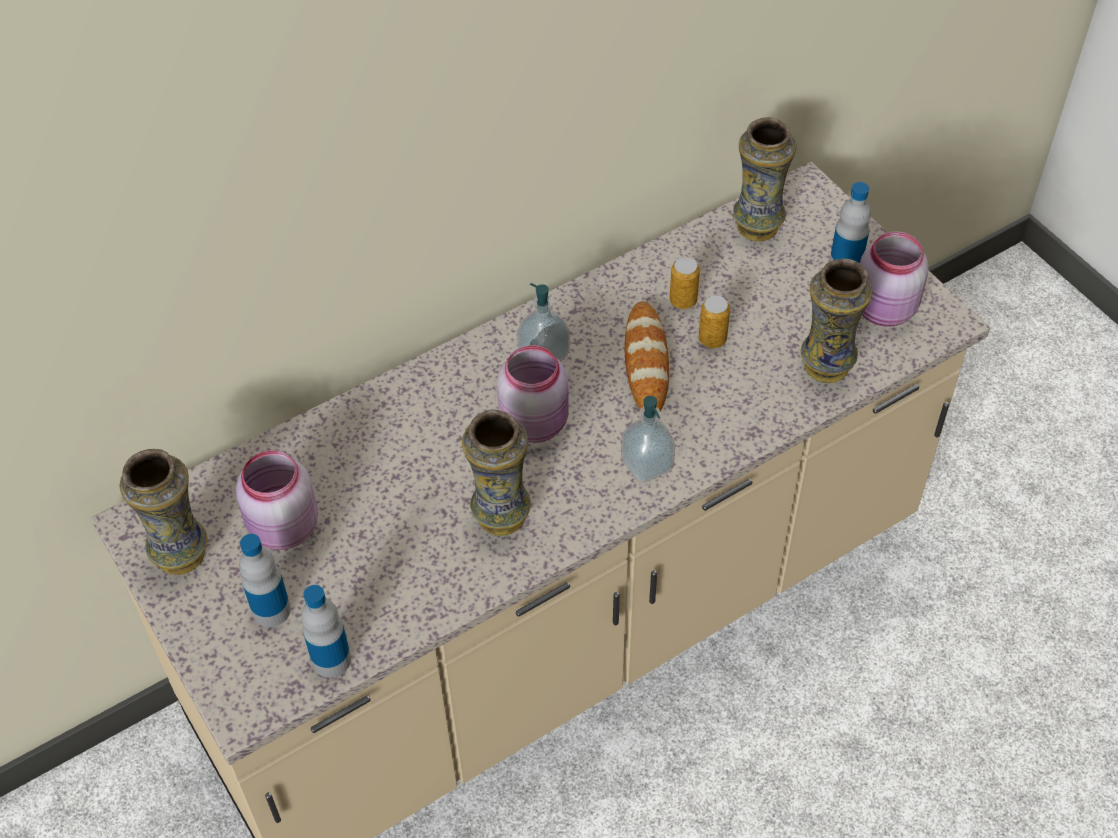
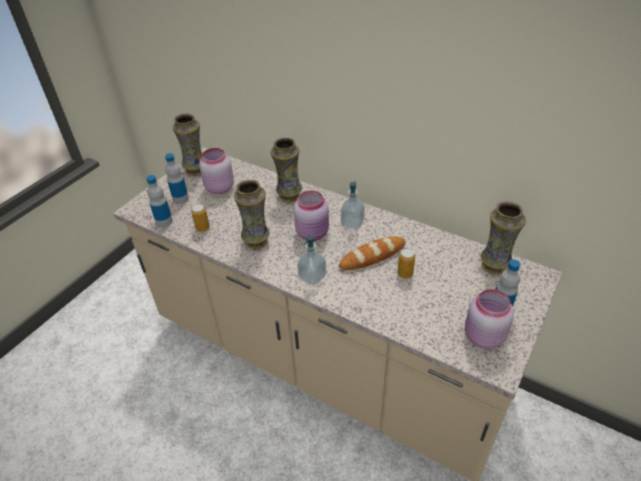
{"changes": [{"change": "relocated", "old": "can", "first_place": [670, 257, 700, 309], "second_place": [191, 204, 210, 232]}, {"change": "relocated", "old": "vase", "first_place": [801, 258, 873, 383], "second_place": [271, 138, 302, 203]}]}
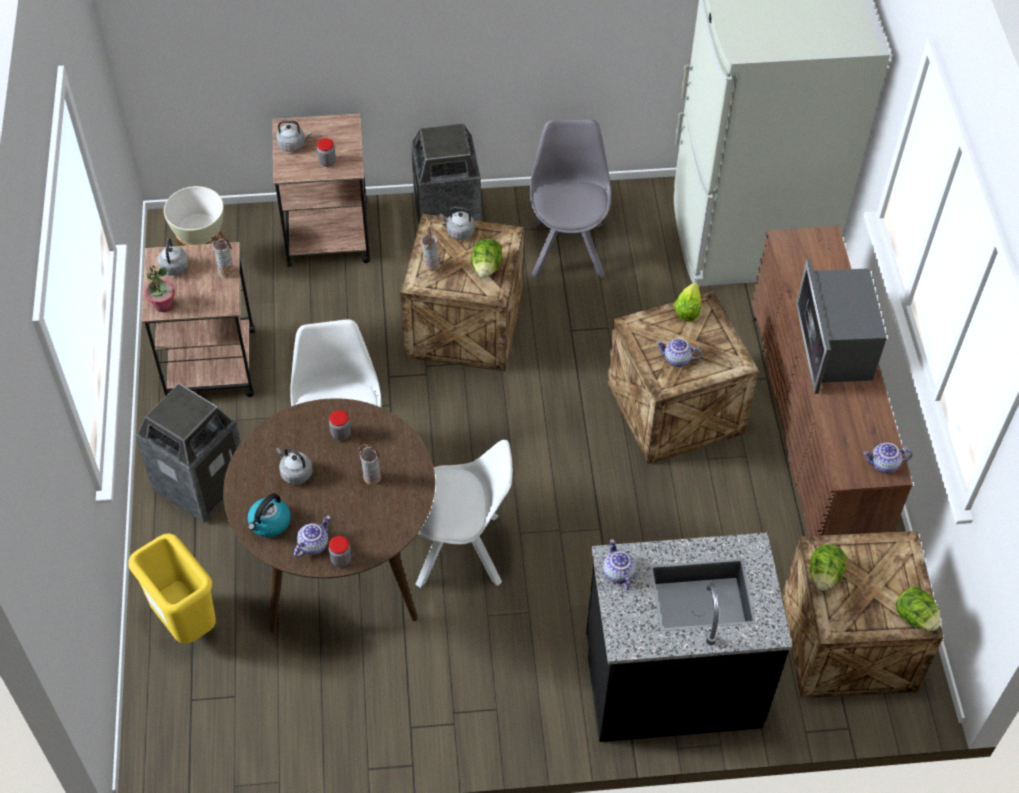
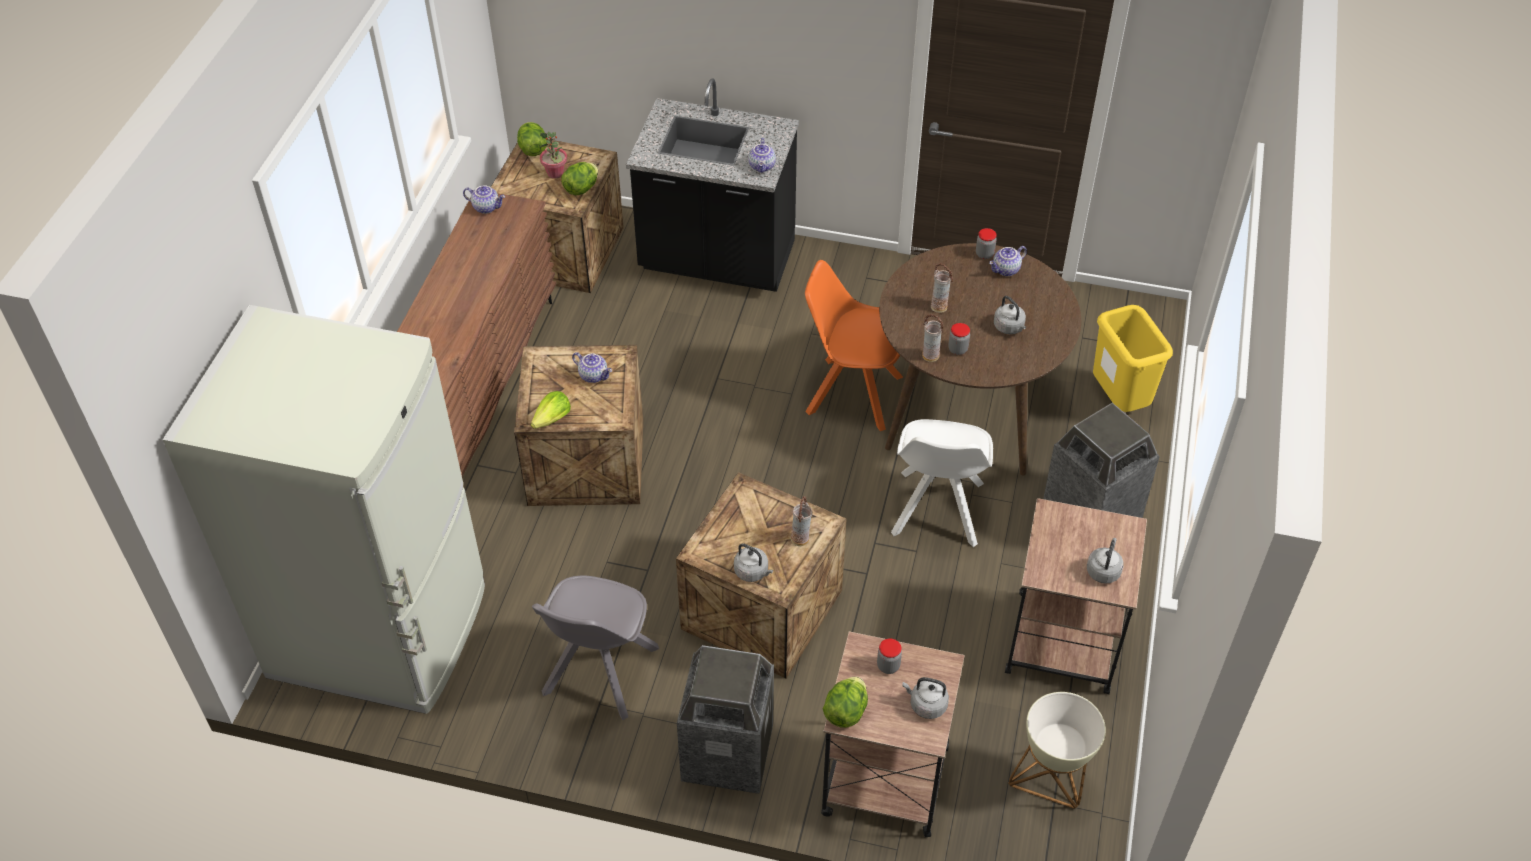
{"changes": [{"change": "missing", "old": "kettle", "first_place": [248, 493, 291, 537]}, {"change": "missing", "old": "microwave", "first_place": [796, 259, 887, 394]}, {"change": "relocated", "old": "potted plant", "first_place": [145, 265, 175, 312], "second_place": [540, 131, 567, 179]}, {"change": "relocated", "old": "vase", "first_place": [211, 235, 234, 279], "second_place": [922, 314, 943, 362]}, {"change": "relocated", "old": "lettuce", "first_place": [471, 239, 502, 278], "second_place": [823, 677, 868, 728]}, {"change": "colour", "old": "chair (white)", "new": "chair (orange)", "first_place": [415, 440, 513, 588], "second_place": [805, 260, 903, 431]}]}
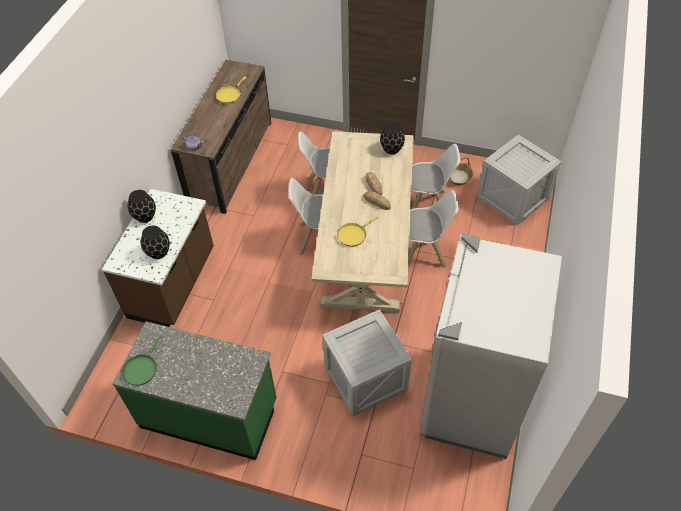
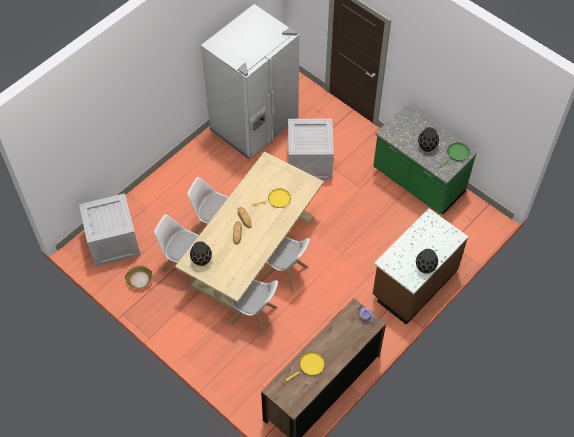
{"changes": [{"change": "relocated", "old": "vase (black)", "first_place": [141, 225, 170, 259], "second_place": [418, 127, 439, 152]}]}
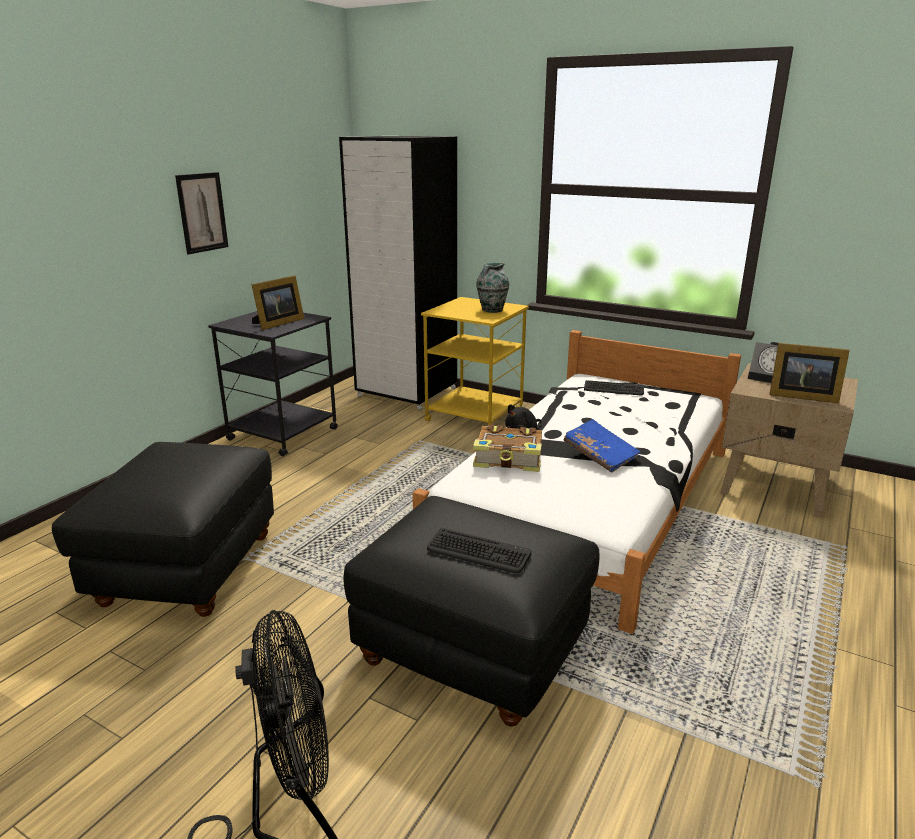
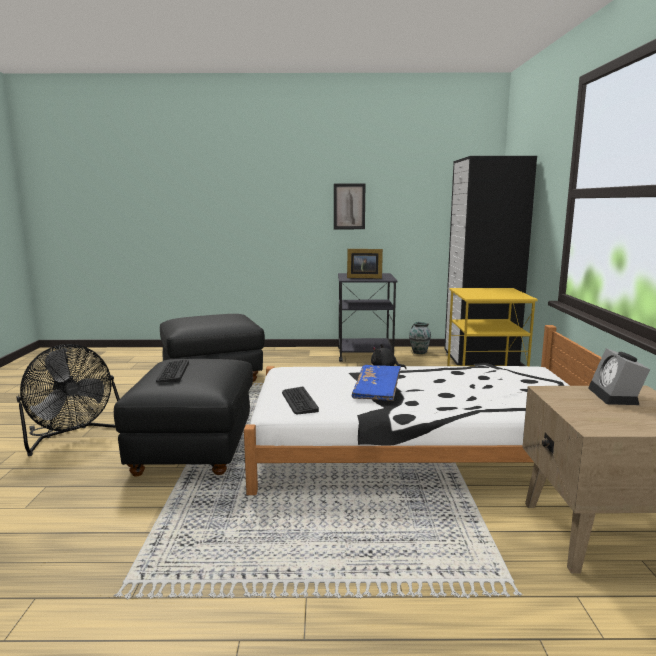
{"changes": [{"change": "missing", "old": "book", "first_place": [473, 425, 542, 472]}, {"change": "missing", "old": "picture frame", "first_place": [769, 343, 850, 403]}, {"change": "relocated", "old": "vase", "first_place": [476, 263, 509, 313], "second_place": [409, 322, 431, 354]}, {"change": "relocated", "old": "keyboard", "first_place": [584, 380, 644, 395], "second_place": [282, 386, 319, 414]}]}
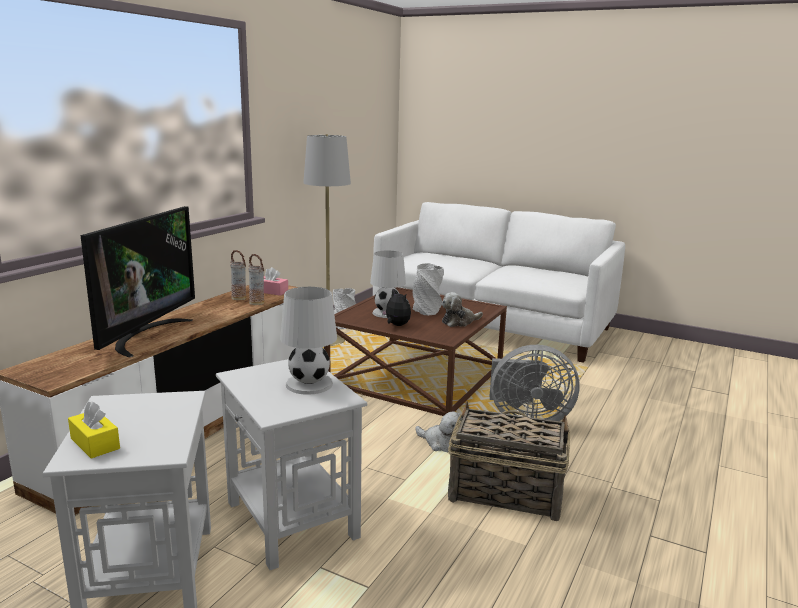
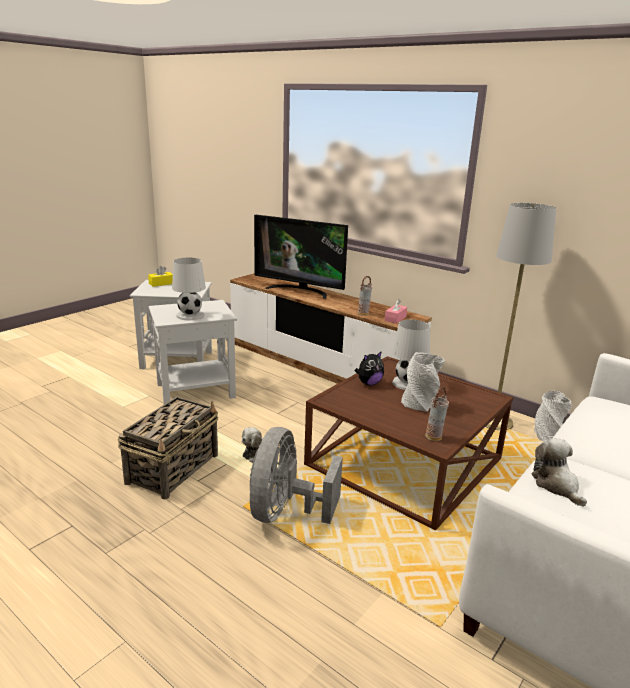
{"changes": [{"change": "relocated", "old": "vase", "first_place": [230, 250, 246, 300], "second_place": [425, 386, 449, 441]}, {"change": "relocated", "old": "plush toy", "first_place": [442, 292, 483, 327], "second_place": [532, 439, 587, 507]}]}
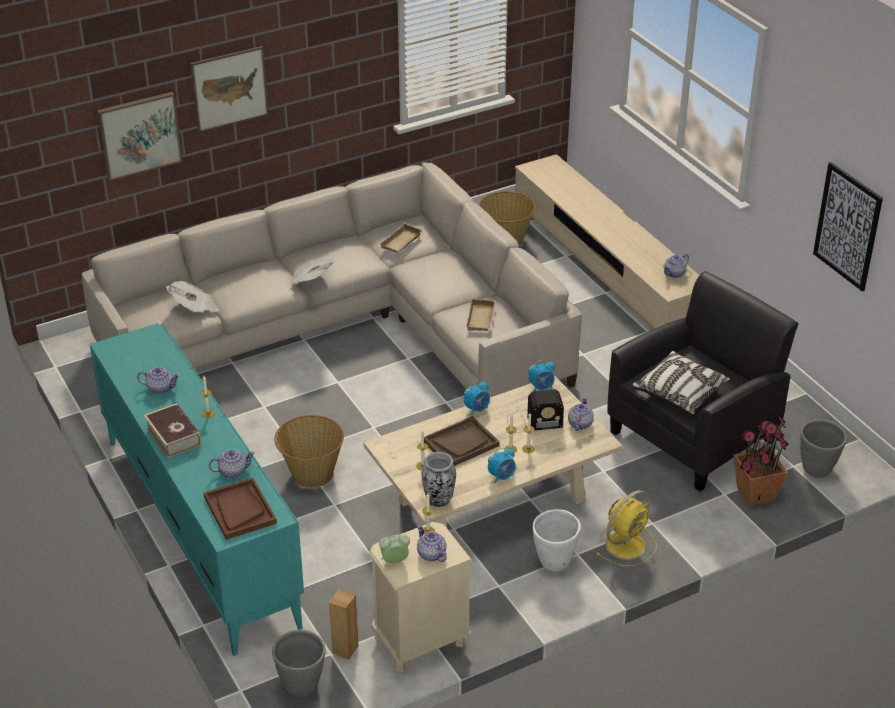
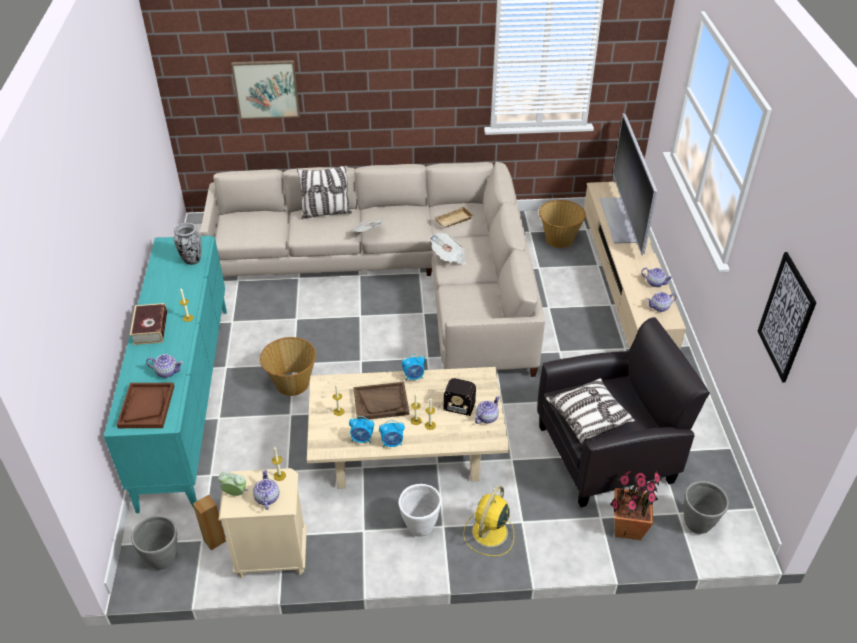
{"changes": [{"change": "missing", "old": "picture", "first_place": [190, 46, 269, 133]}, {"change": "missing", "old": "tray (beige)", "first_place": [466, 298, 496, 331]}, {"change": "appeared", "new": "pillow", "second_place": [297, 165, 352, 219]}, {"change": "appeared", "new": "television", "second_place": [600, 113, 658, 255]}, {"change": "relocated", "old": "teapot", "first_place": [137, 367, 180, 394], "second_place": [641, 268, 673, 287]}, {"change": "relocated", "old": "newspaper", "first_place": [166, 281, 219, 313], "second_place": [429, 232, 466, 265]}, {"change": "relocated", "old": "vase", "first_place": [421, 452, 456, 507], "second_place": [174, 223, 202, 265]}, {"change": "relocated", "old": "alarm clock", "first_place": [529, 360, 555, 391], "second_place": [349, 416, 374, 443]}, {"change": "spun", "old": "fan (yellow)", "first_place": [596, 490, 657, 566], "second_place": [463, 486, 514, 556], "degrees": 135}]}
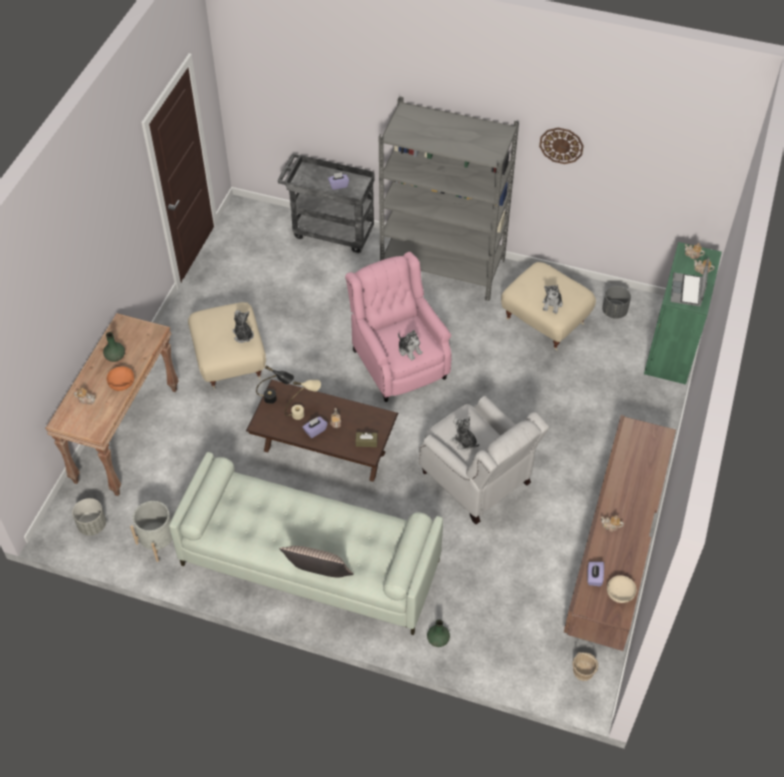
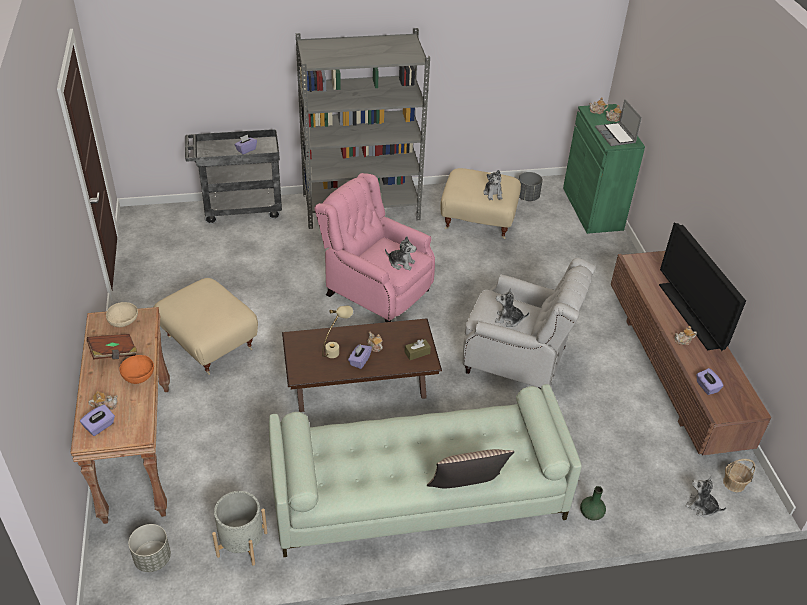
{"changes": [{"change": "missing", "old": "table lamp (black)", "first_place": [256, 365, 294, 404]}, {"change": "missing", "old": "wall clock", "first_place": [539, 128, 584, 164]}, {"change": "appeared", "new": "tissue box (purple)", "second_place": [80, 405, 115, 436]}, {"change": "appeared", "new": "television", "second_place": [659, 223, 746, 351]}, {"change": "relocated", "old": "plush toy", "first_place": [232, 310, 254, 343], "second_place": [686, 476, 726, 518]}, {"change": "relocated", "old": "bowl (beige)", "first_place": [607, 575, 637, 603], "second_place": [106, 302, 138, 327]}, {"change": "exchanged", "old": "vase (green)", "new": "book (brown)", "first_place": [103, 332, 125, 362], "second_place": [87, 334, 137, 360]}]}
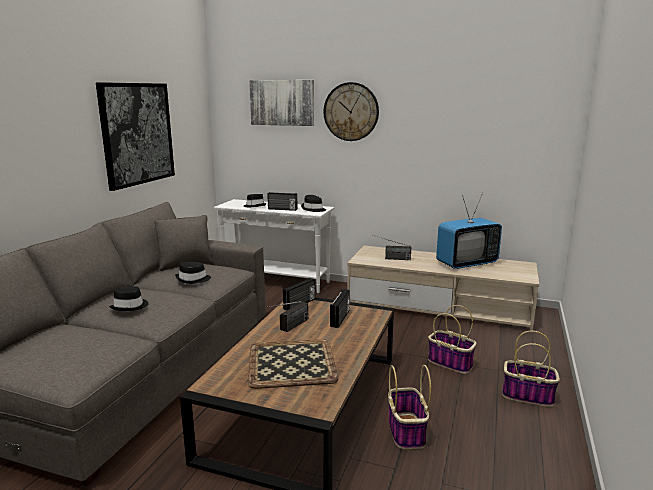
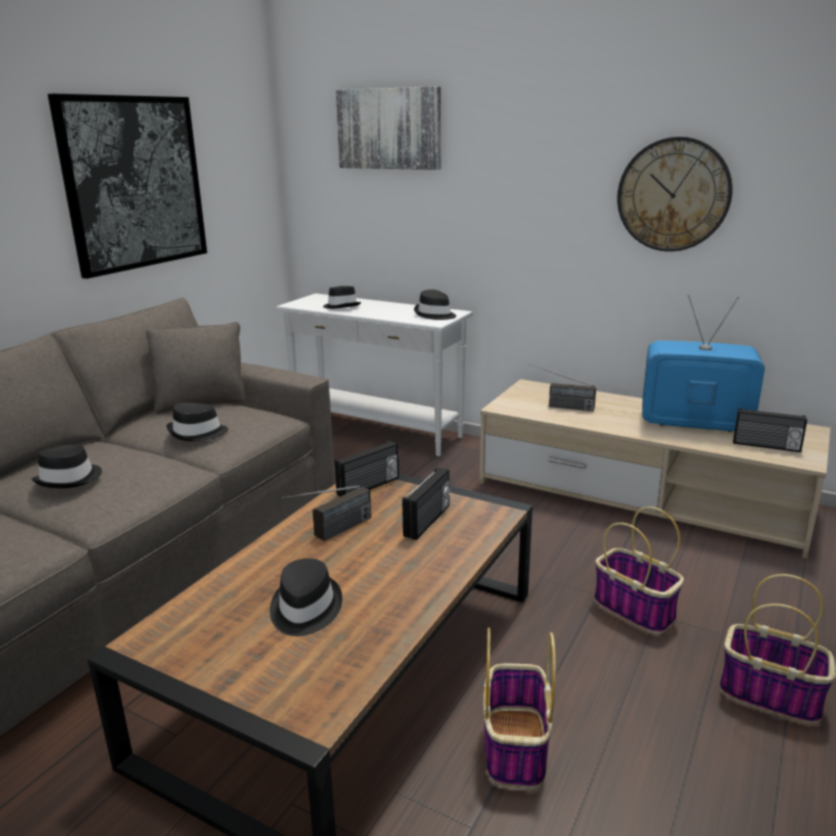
{"changes": [{"change": "relocated", "old": "radio", "first_place": [267, 192, 298, 211], "second_place": [733, 408, 807, 452]}, {"change": "relocated", "old": "wall clock", "first_place": [324, 82, 379, 141], "second_place": [617, 137, 732, 251]}, {"change": "exchanged", "old": "tray", "new": "hat (black)", "first_place": [248, 339, 339, 389], "second_place": [270, 558, 342, 636]}, {"change": "spun", "old": "television", "first_place": [436, 193, 502, 269], "second_place": [642, 294, 765, 432], "degrees": -150}]}
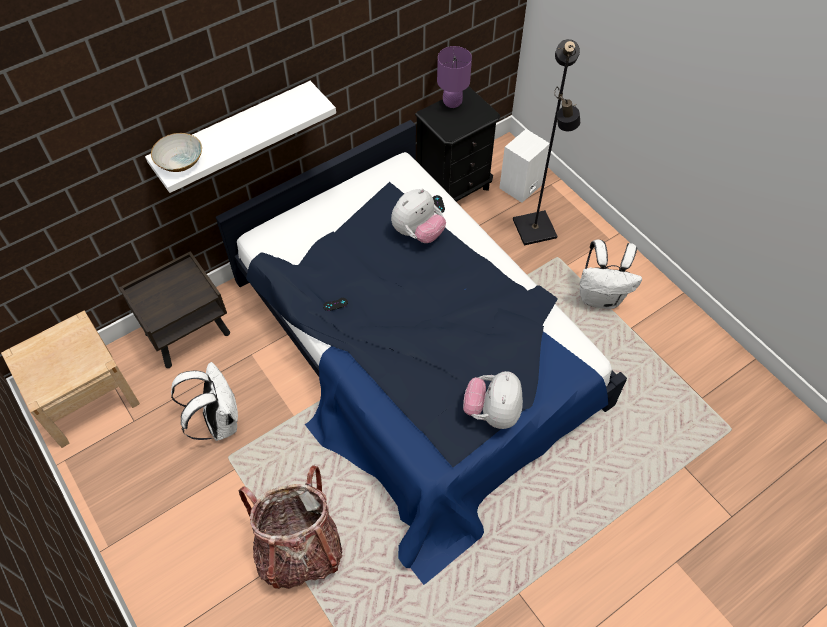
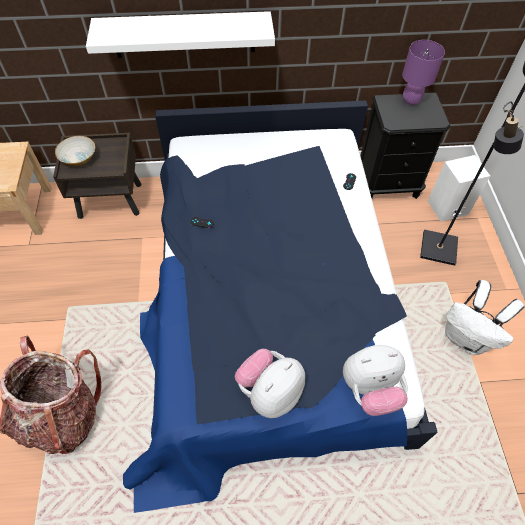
{"changes": [{"change": "missing", "old": "backpack (white)", "first_place": [171, 362, 238, 441]}, {"change": "relocated", "old": "bowl", "first_place": [151, 133, 202, 172], "second_place": [55, 136, 95, 166]}, {"change": "relocated", "old": "plush toy", "first_place": [391, 189, 446, 243], "second_place": [343, 345, 408, 416]}]}
